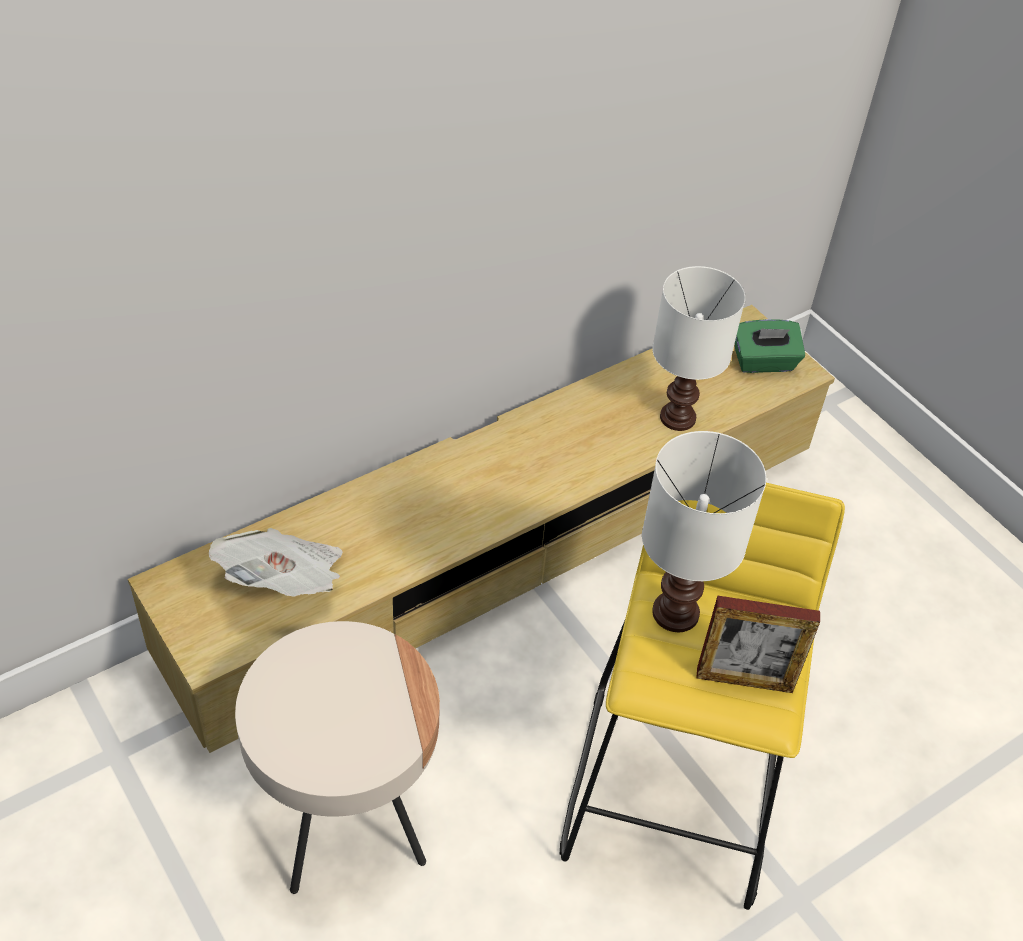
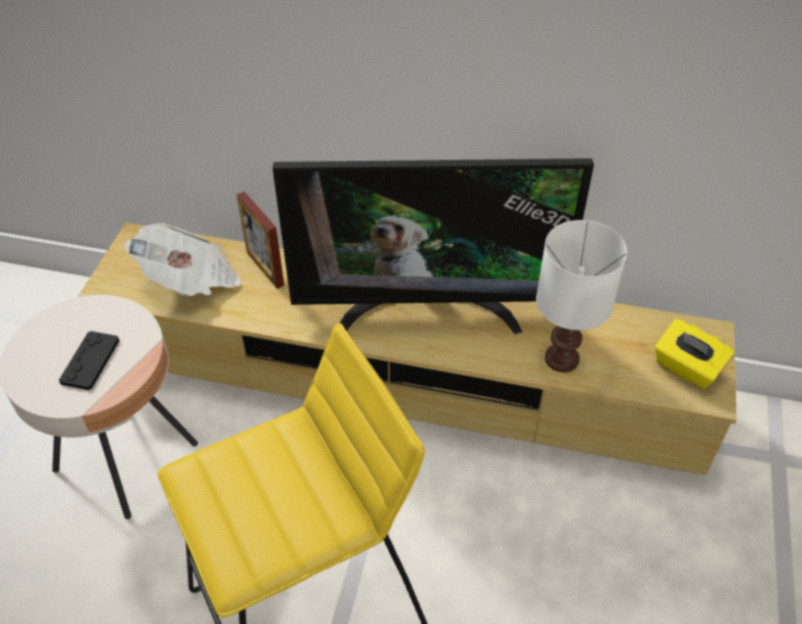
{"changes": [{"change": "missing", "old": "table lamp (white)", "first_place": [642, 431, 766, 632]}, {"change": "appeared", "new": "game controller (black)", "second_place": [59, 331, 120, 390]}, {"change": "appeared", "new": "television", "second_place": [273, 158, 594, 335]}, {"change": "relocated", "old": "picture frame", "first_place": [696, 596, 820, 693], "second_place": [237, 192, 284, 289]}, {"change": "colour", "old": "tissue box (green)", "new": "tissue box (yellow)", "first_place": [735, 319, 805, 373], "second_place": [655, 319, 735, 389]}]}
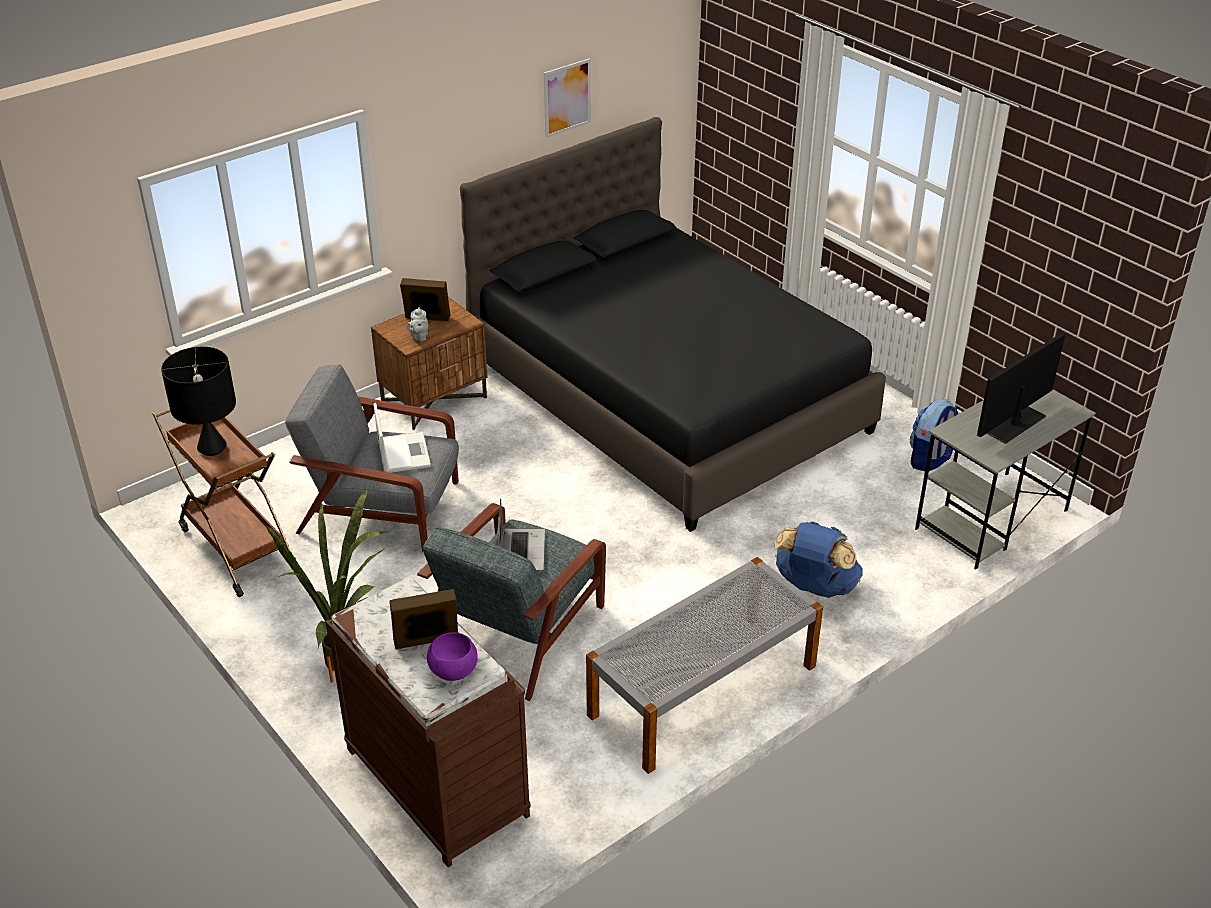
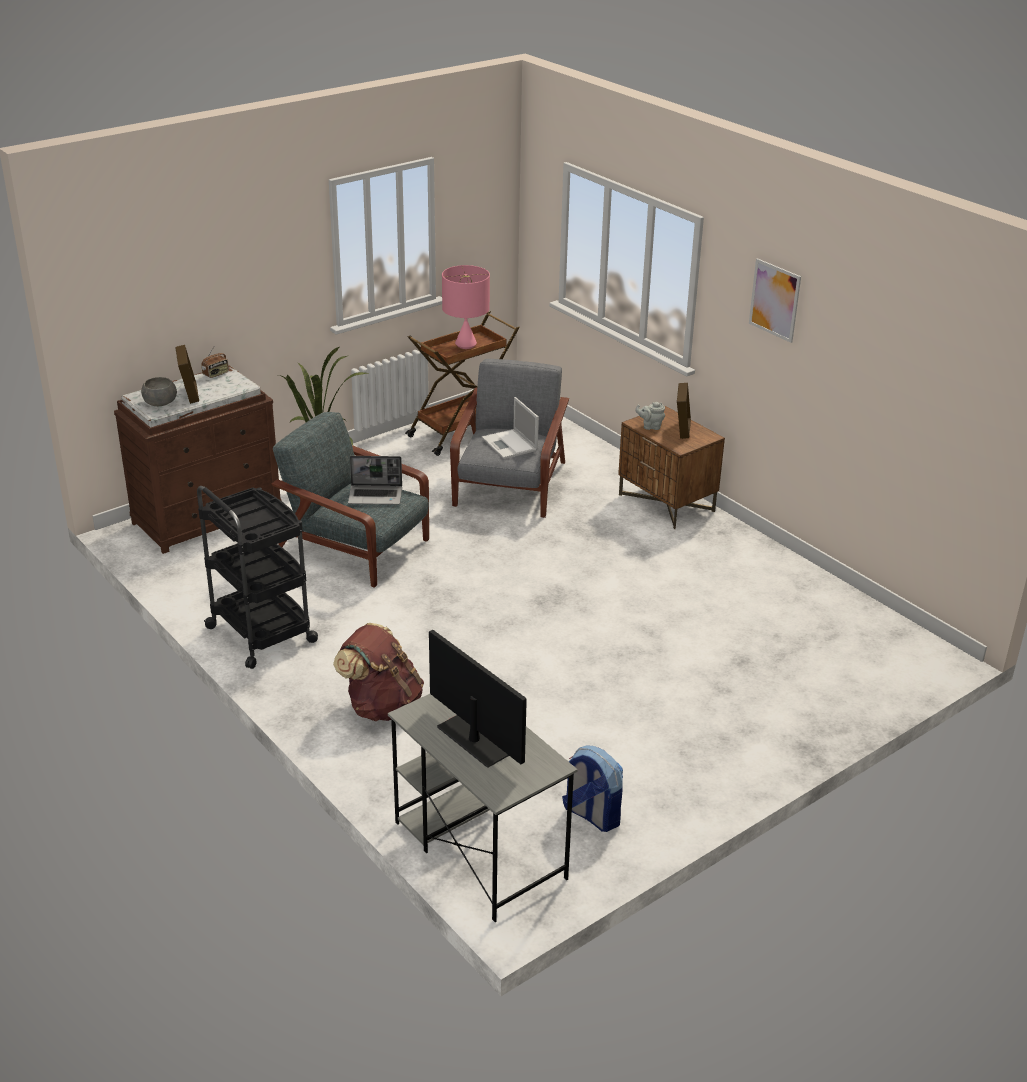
{"changes": [{"change": "missing", "old": "bed (black)", "first_place": [460, 117, 886, 532]}, {"change": "appeared", "new": "radio", "second_place": [201, 345, 229, 378]}, {"change": "relocated", "old": "picture", "first_place": [544, 58, 591, 138], "second_place": [749, 258, 801, 343]}, {"change": "exchanged", "old": "bench (grey)", "new": "cart (black)", "first_place": [586, 557, 823, 774], "second_place": [197, 486, 318, 669]}, {"change": "colour", "old": "table lamp (black)", "new": "table lamp (pink)", "first_place": [161, 347, 236, 456], "second_place": [442, 265, 490, 349]}, {"change": "colour", "old": "bowl (purple)", "new": "bowl (grey)", "first_place": [427, 632, 478, 681], "second_place": [141, 377, 177, 406]}, {"change": "colour", "old": "backpack (blue)", "new": "backpack (brown)", "first_place": [774, 521, 863, 598], "second_place": [333, 623, 424, 721]}, {"change": "spun", "old": "laptop", "first_place": [373, 403, 431, 473], "second_place": [482, 397, 539, 459], "degrees": 75}]}
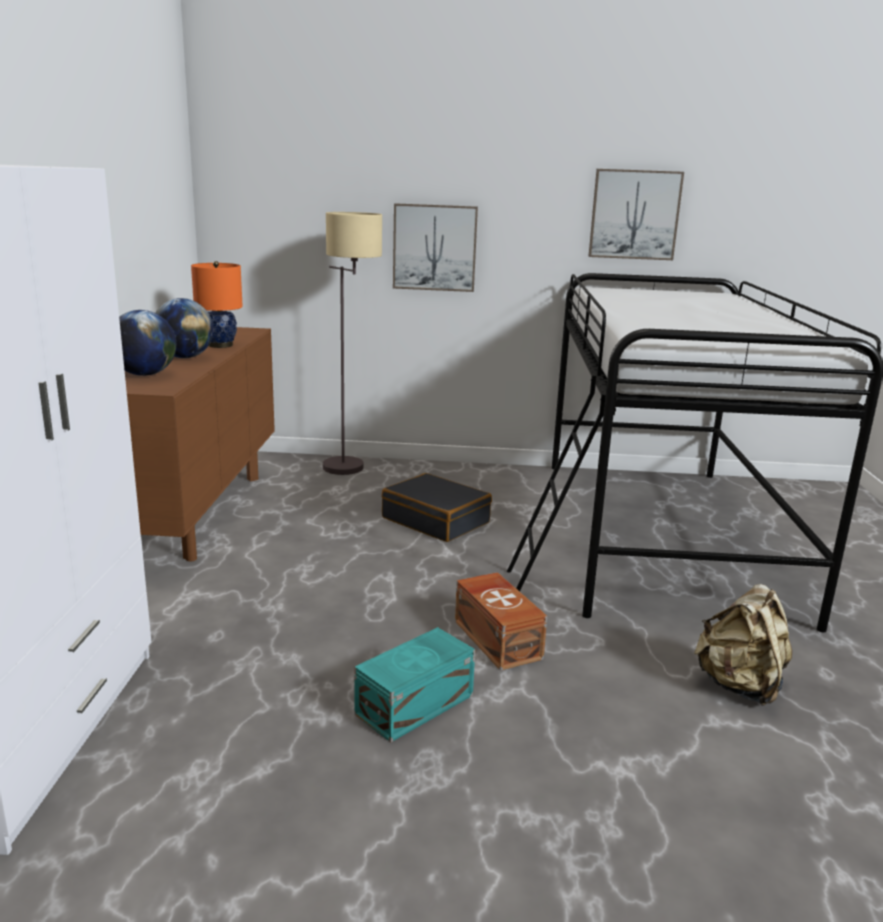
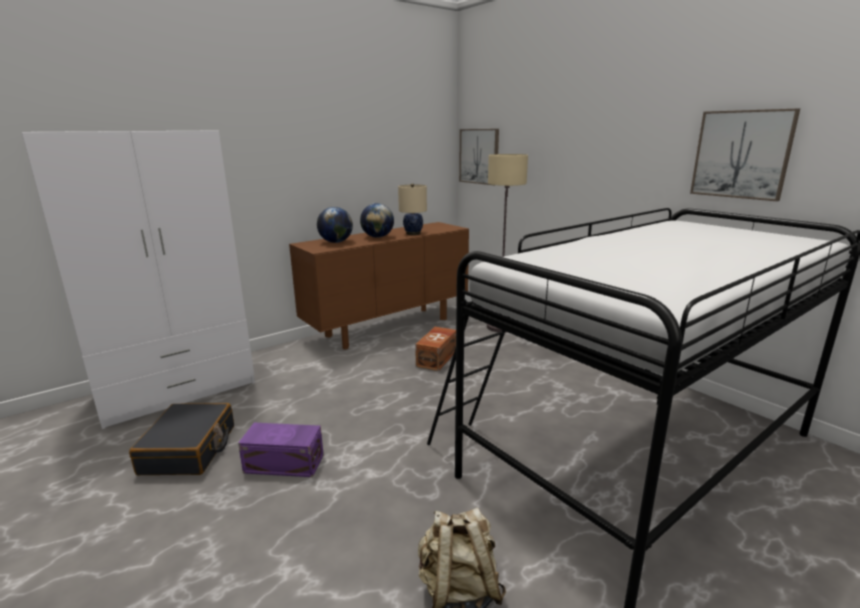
{"changes": [{"change": "relocated", "old": "suitcase (black)", "first_place": [382, 473, 492, 542], "second_place": [129, 403, 234, 475]}, {"change": "relocated", "old": "picture", "first_place": [393, 203, 478, 292], "second_place": [459, 129, 499, 185]}, {"change": "relocated", "old": "storage box (brown)", "first_place": [455, 572, 547, 671], "second_place": [415, 327, 456, 371]}, {"change": "colour", "old": "table lamp (orange)", "new": "table lamp (beige)", "first_place": [191, 261, 243, 348], "second_place": [398, 183, 427, 235]}, {"change": "colour", "old": "storage box (turquoise)", "new": "storage box (purple)", "first_place": [354, 627, 475, 742], "second_place": [238, 423, 324, 477]}]}
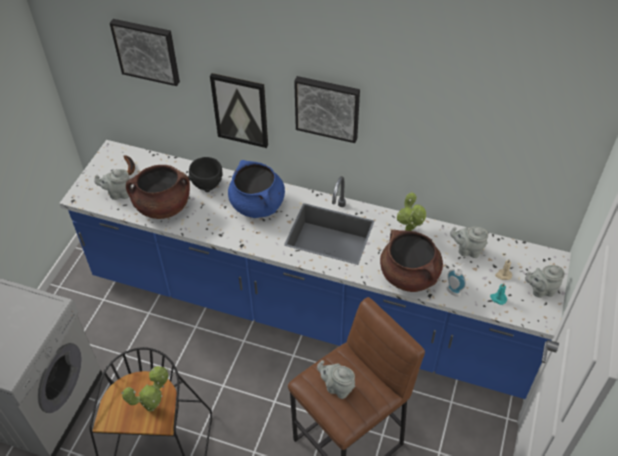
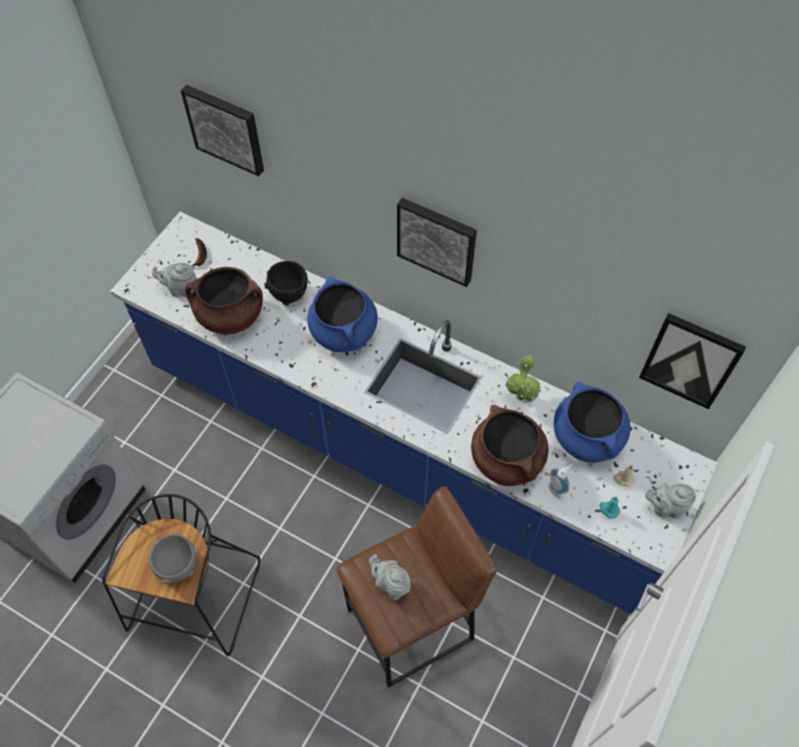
{"changes": [{"change": "relocated", "old": "picture", "first_place": [210, 73, 268, 148], "second_place": [639, 313, 746, 409]}, {"change": "exchanged", "old": "potted plant", "new": "bowl (grey)", "first_place": [121, 366, 169, 411], "second_place": [149, 534, 198, 584]}, {"change": "exchanged", "old": "teapot (grey)", "new": "cooking pot (blue)", "first_place": [450, 227, 488, 258], "second_place": [554, 382, 631, 463]}]}
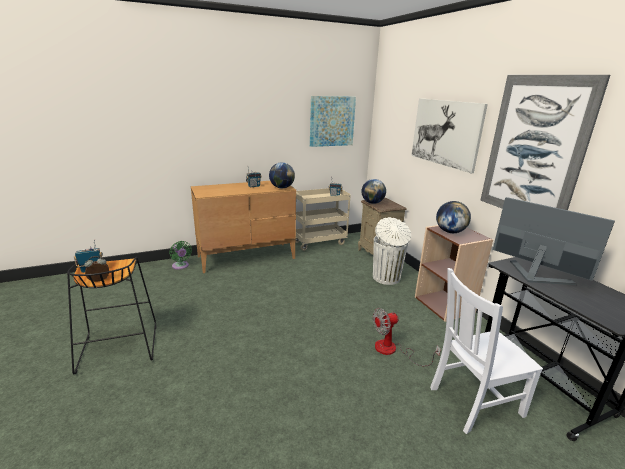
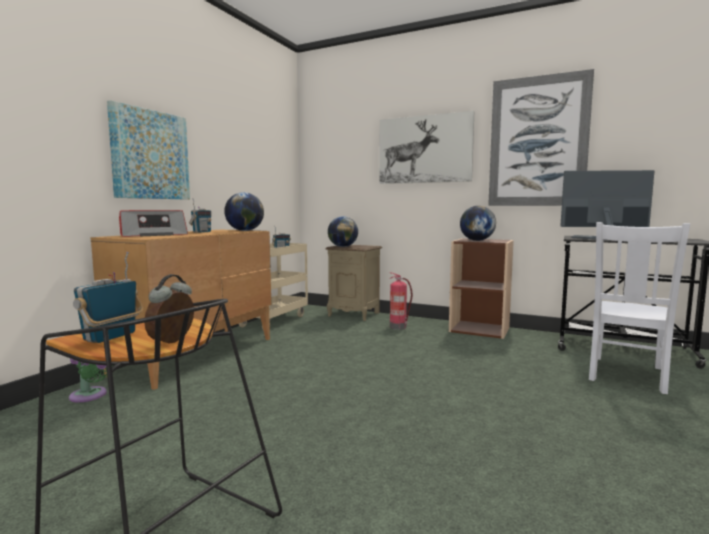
{"changes": [{"change": "missing", "old": "fan", "first_place": [373, 308, 441, 366]}, {"change": "appeared", "new": "radio", "second_place": [119, 210, 188, 237]}, {"change": "relocated", "old": "picture", "first_place": [310, 96, 356, 147], "second_place": [107, 100, 190, 200]}, {"change": "exchanged", "old": "trash can (white)", "new": "fire extinguisher", "first_place": [373, 217, 411, 285], "second_place": [390, 272, 412, 330]}]}
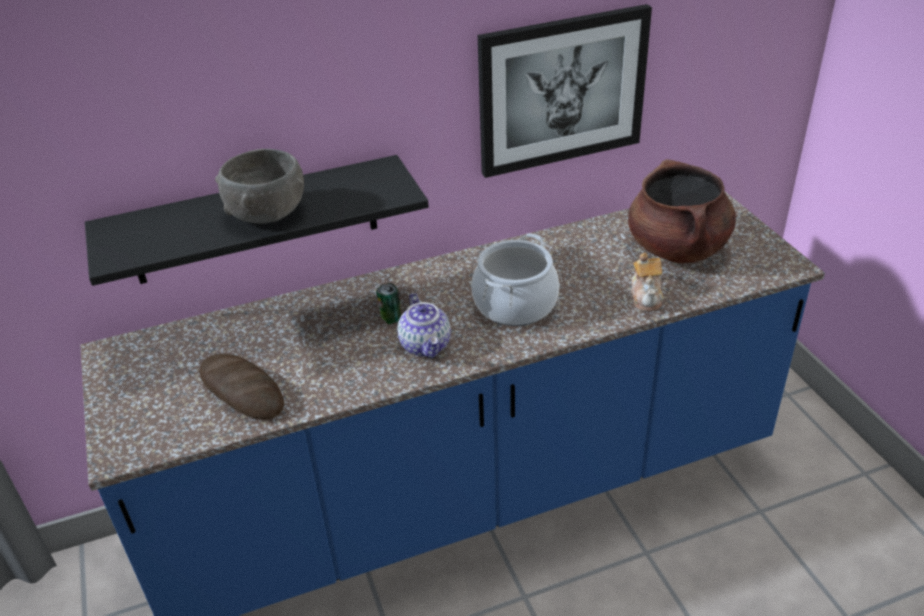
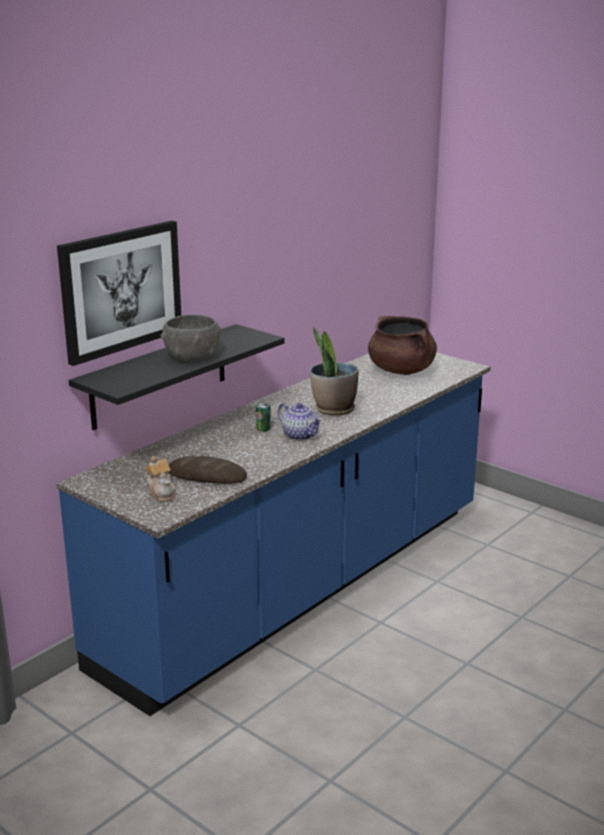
{"changes": [{"change": "relocated", "old": "picture", "first_place": [478, 4, 652, 178], "second_place": [57, 221, 181, 366]}, {"change": "relocated", "old": "teapot", "first_place": [631, 253, 663, 312], "second_place": [146, 456, 176, 502]}, {"change": "exchanged", "old": "cooking pot", "new": "potted plant", "first_place": [471, 234, 559, 326], "second_place": [310, 326, 359, 416]}]}
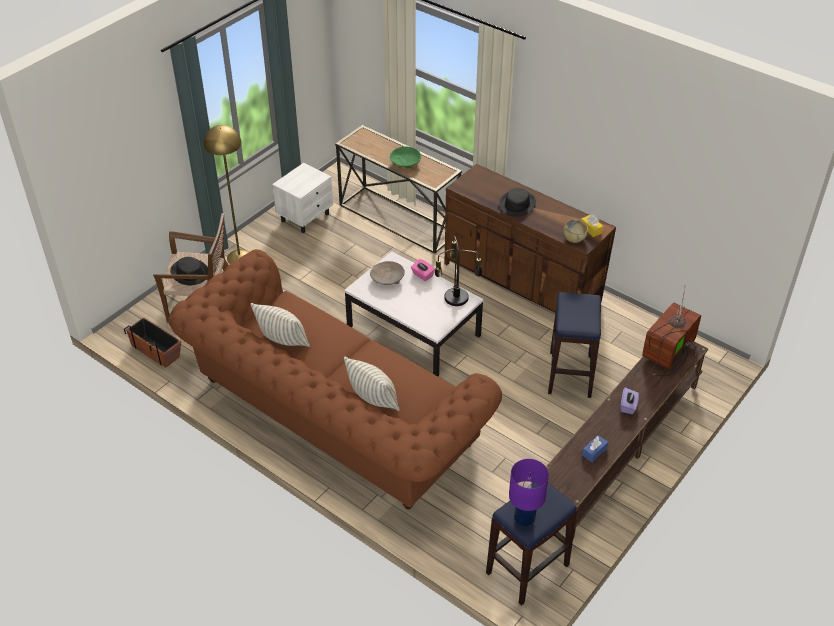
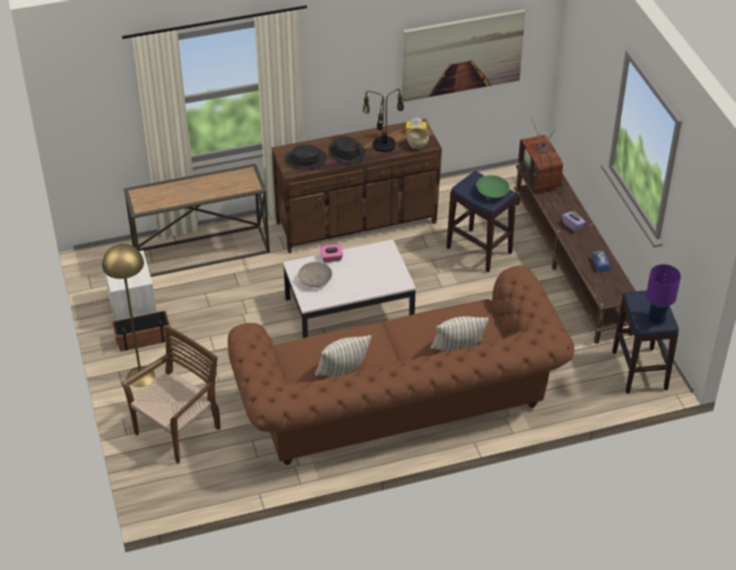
{"changes": [{"change": "appeared", "new": "picture", "second_place": [402, 9, 526, 102]}, {"change": "relocated", "old": "planter", "first_place": [124, 317, 181, 368], "second_place": [111, 310, 170, 352]}, {"change": "relocated", "old": "hat (black)", "first_place": [170, 257, 208, 285], "second_place": [285, 145, 327, 169]}, {"change": "relocated", "old": "bowl (green)", "first_place": [390, 146, 421, 168], "second_place": [476, 175, 510, 200]}, {"change": "relocated", "old": "table lamp", "first_place": [435, 236, 482, 306], "second_place": [363, 89, 404, 152]}]}
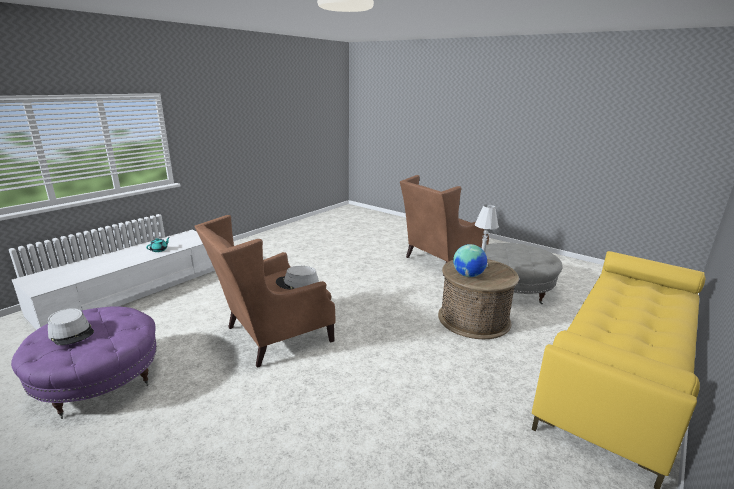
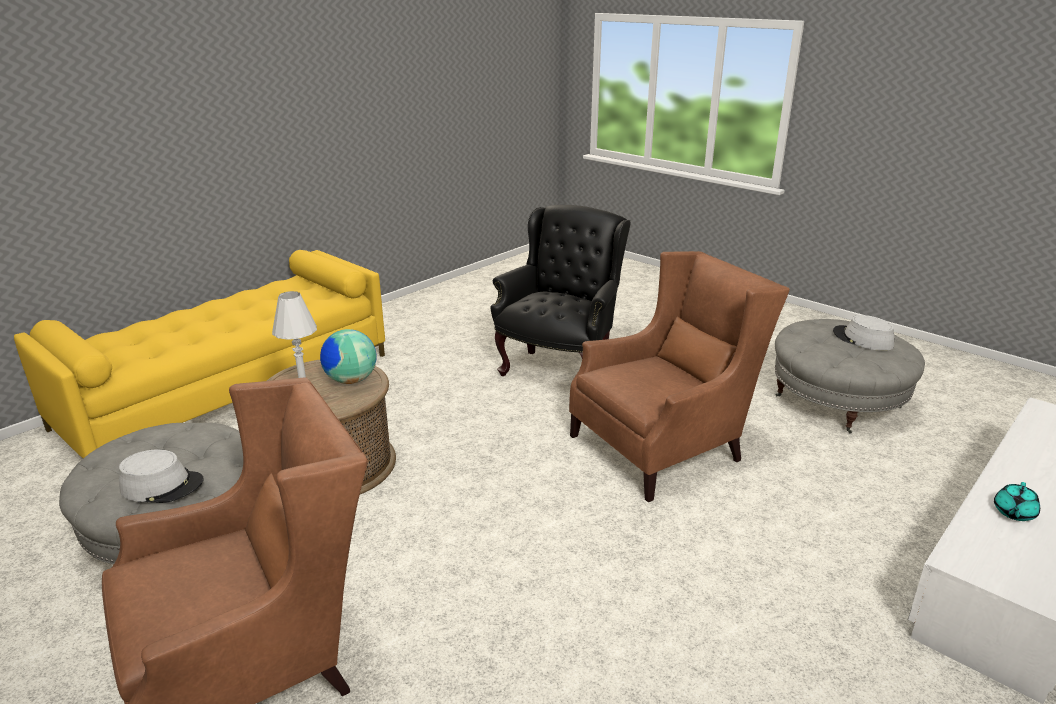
{"changes": [{"change": "appeared", "new": "armchair (black)", "second_place": [490, 205, 630, 376]}, {"change": "relocated", "old": "hat (grey)", "first_place": [276, 266, 319, 290], "second_place": [119, 449, 204, 503]}, {"change": "colour", "old": "ottoman (purple)", "new": "ottoman (grey)", "first_place": [11, 306, 157, 419], "second_place": [775, 319, 925, 434]}]}
